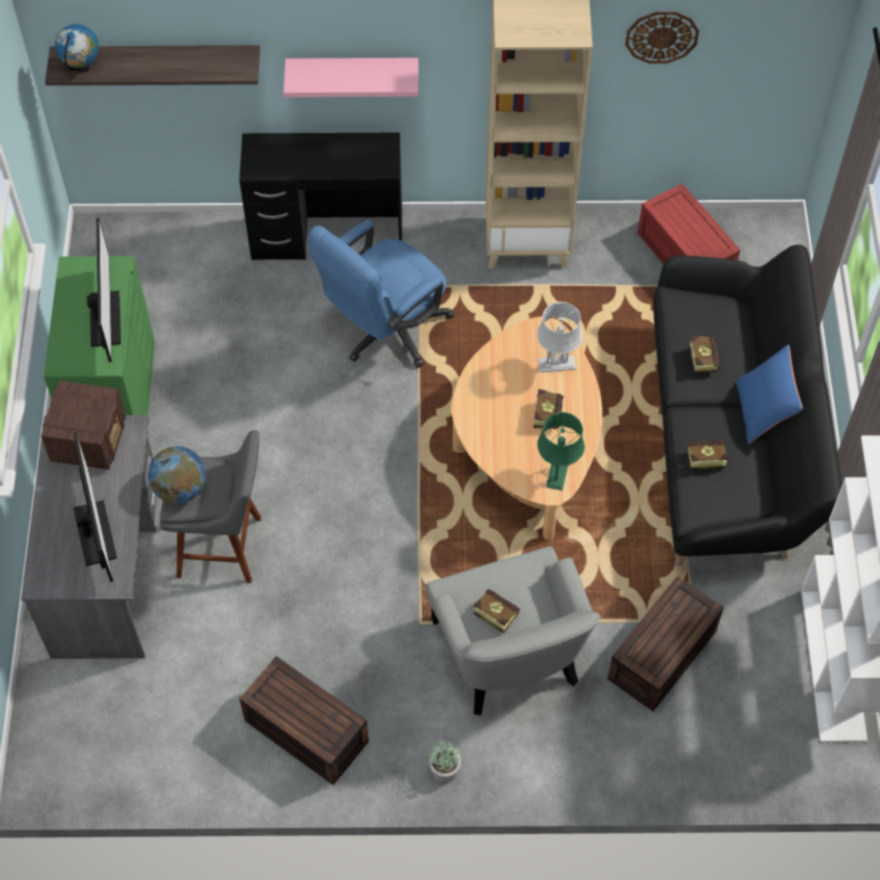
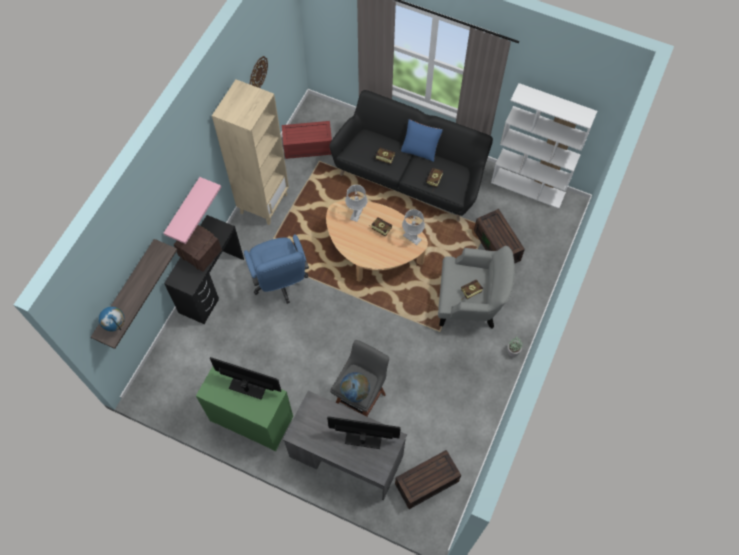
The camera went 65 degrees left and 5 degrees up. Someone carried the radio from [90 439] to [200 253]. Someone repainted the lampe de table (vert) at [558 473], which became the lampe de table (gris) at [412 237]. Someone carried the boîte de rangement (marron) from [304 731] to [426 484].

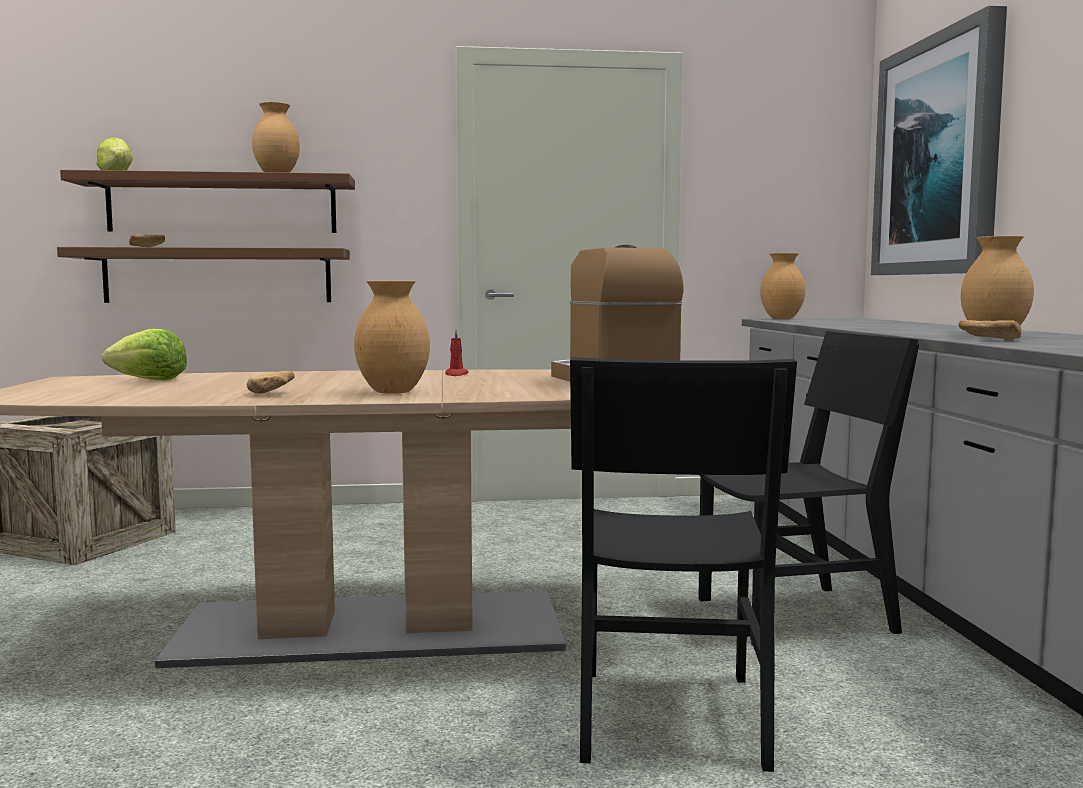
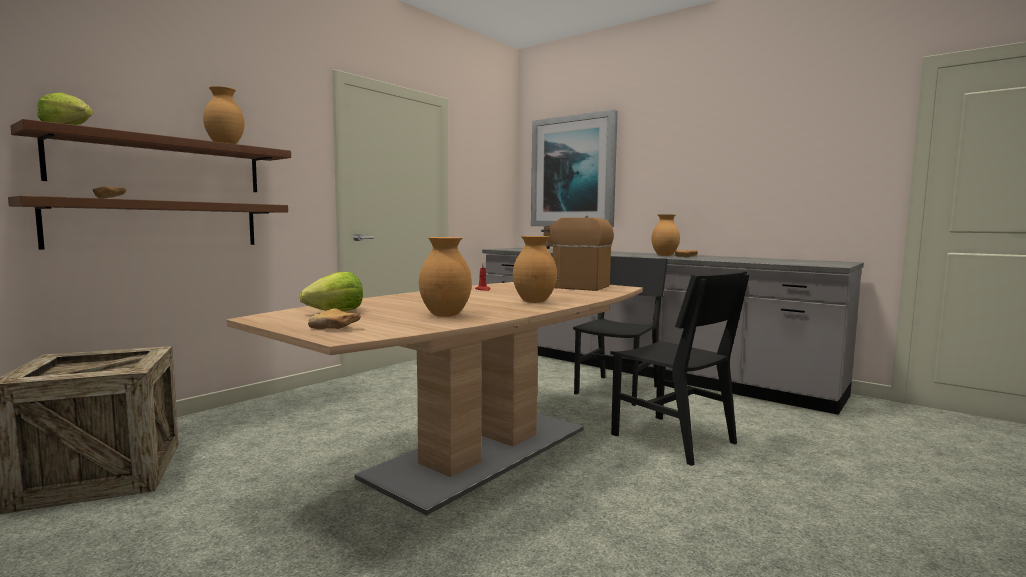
The camera went 45 degrees left and 0 degrees up. Someone carried the vase (marron) from [781 319] to [444 315]. Someone carried the pain from [271 394] to [337 328].

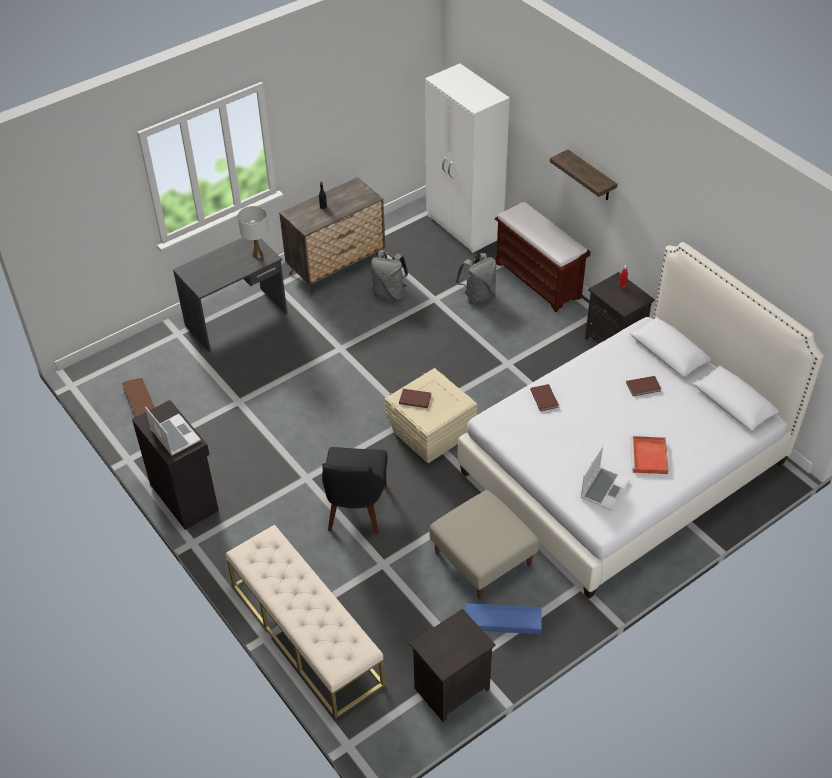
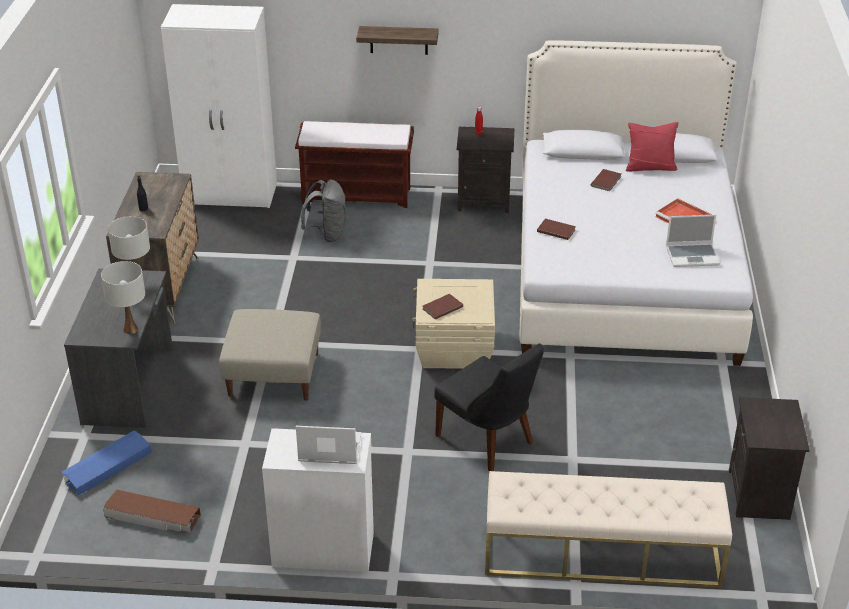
The camera went 50 degrees left and 10 degrees down. Someone took away the sac à dos (gris) at [389 293]. Someone repainted the meuble de rangement (noir) at [185 496], which became the meuble de rangement (blanc) at [322 548]. Someone rotated the ordinateur portable at [604 488] by 105 degrees clockwise. Someone carried the pouf (beige) from [483 558] to [274 374]. Someone carried the boîte de rangement (bleu) from [502 621] to [107 467]. Someone put down the coussin (rouge) at [650 167]. Someone put down the lampe de table (blanc) at [130 329].

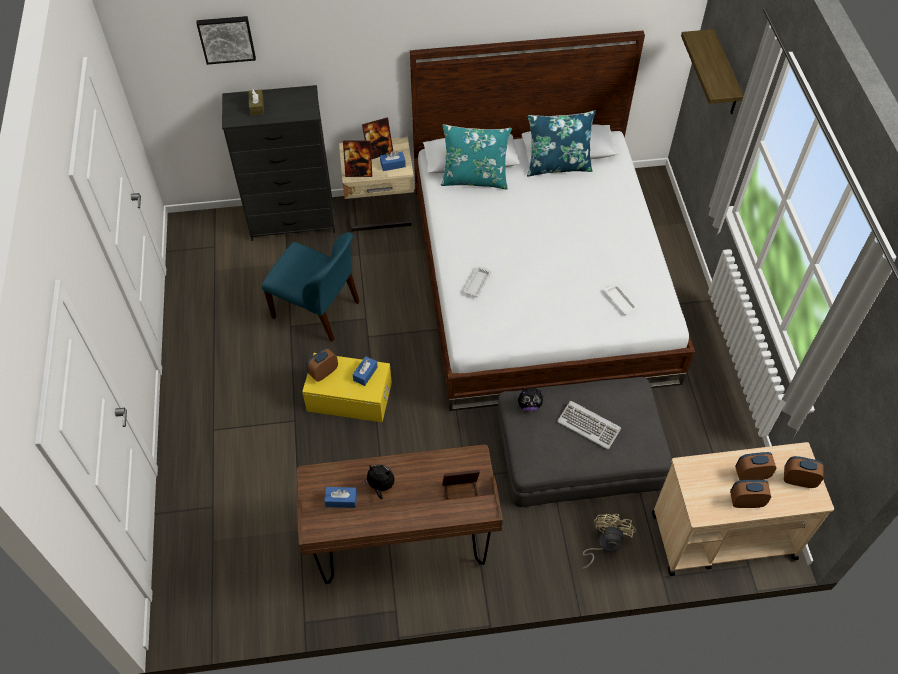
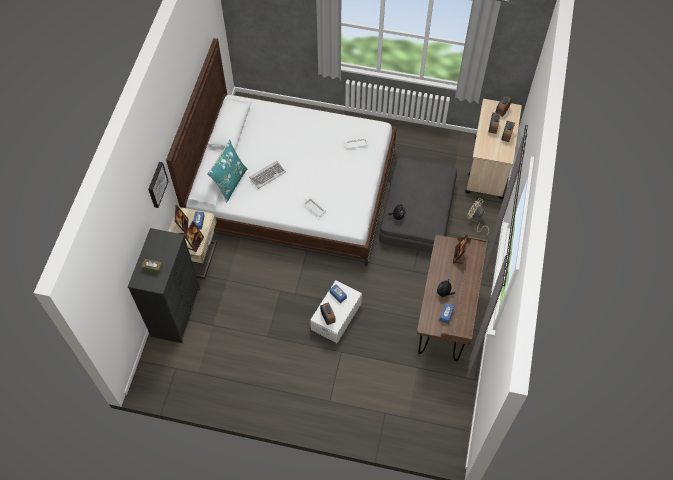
The camera went 70 degrees left and 5 degrees up. Someone carried the tableau from [226 38] to [156 184]. Someone took away the étagère at [725 75]. Someone took away the coussin (bleu) at [558 165]. Someone took away the chaise (bleu) at [318 310]. Someone repainted the boîte de rangement (jaune) at [349 396], which became the boîte de rangement (blanc) at [335 316]. Someone carried the clavier from [589 425] to [267 175].

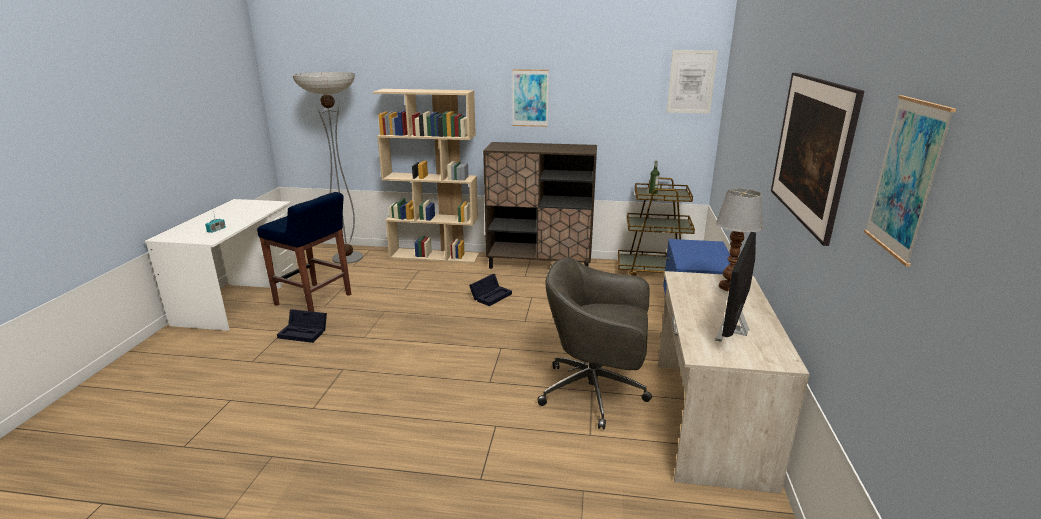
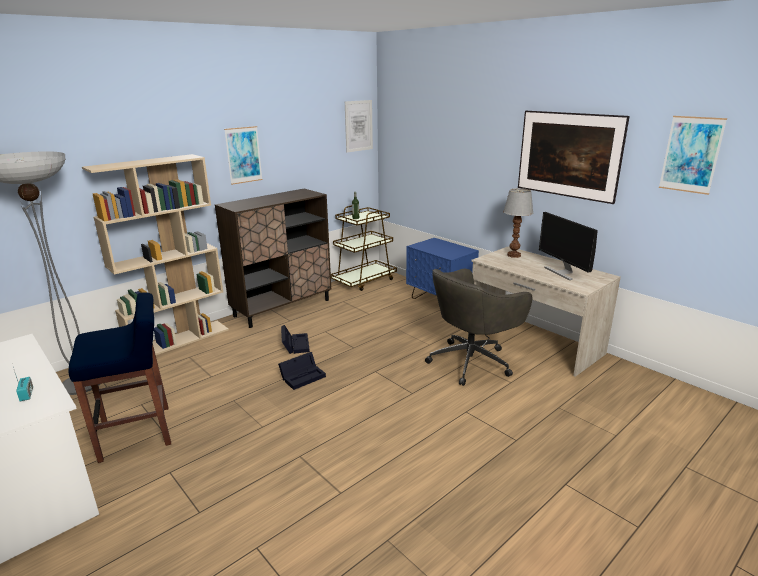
The camera went 50 degrees left and 0 degrees up. Someone carried the boîte de rangement (noir) from [305 332] to [303 376].

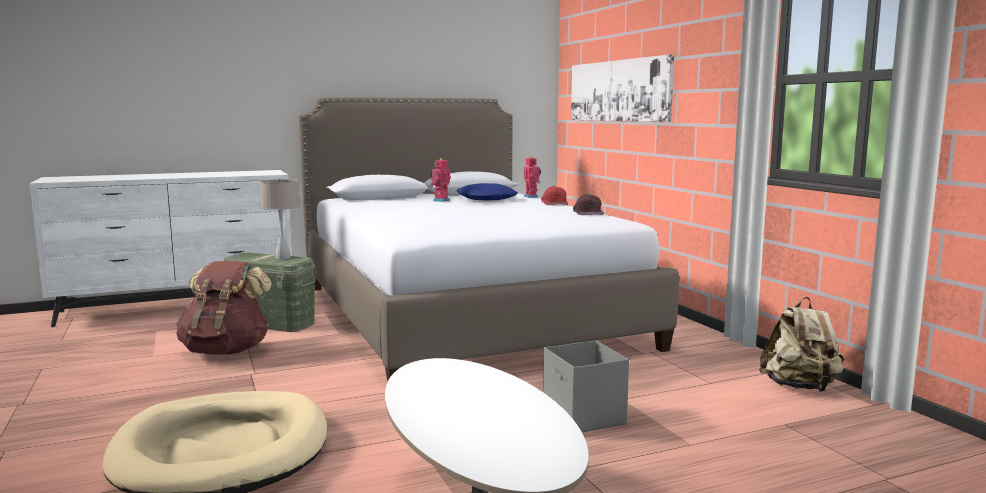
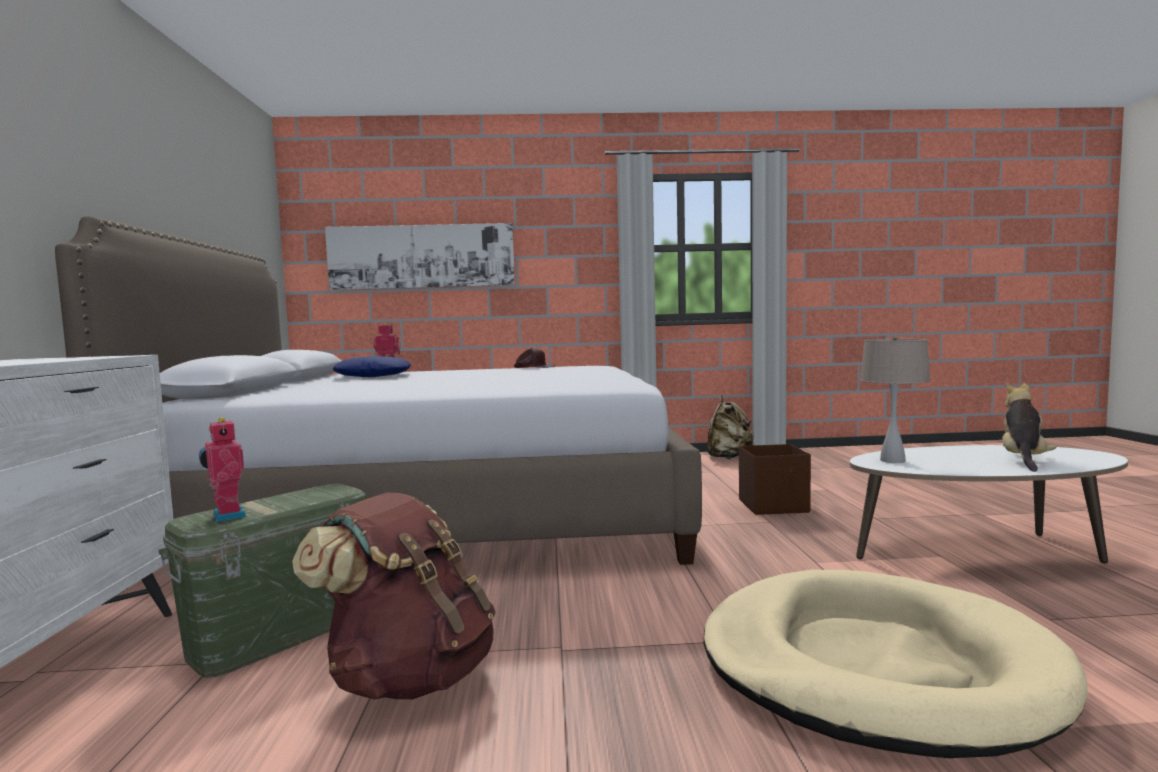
The camera went 70 degrees left and 5 degrees down. Someone carried the robot jouet from [440 200] to [226 516]. Someone carried the lampe de table (beige) from [283 257] to [893 460]. Someone took away the casquette (rouge) at [554 203]. Someone repainted the boîte de rangement (gris) at [584 417], which became the boîte de rangement (marron) at [774 506]. Someone put down the peluche at [1023 460].

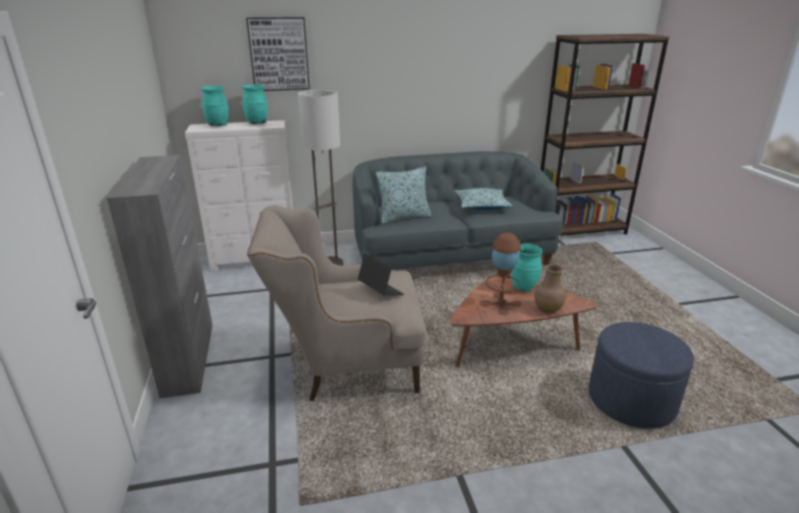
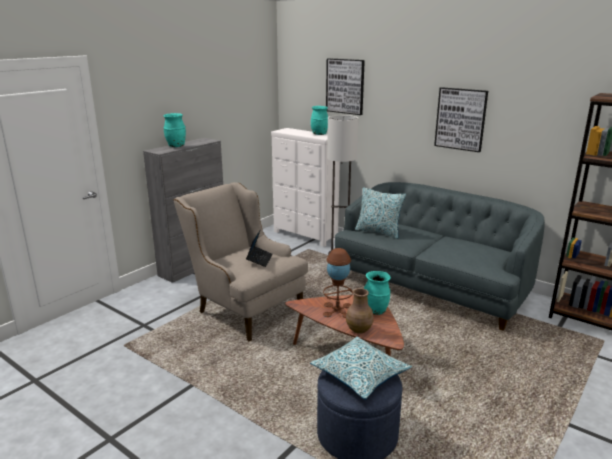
The camera went 50 degrees right and 5 degrees down. Someone carried the vase (turquoise) from [218 125] to [176 146]. Someone carried the coussin from [482 206] to [360 375]. Someone put up the tableau at [460 119].

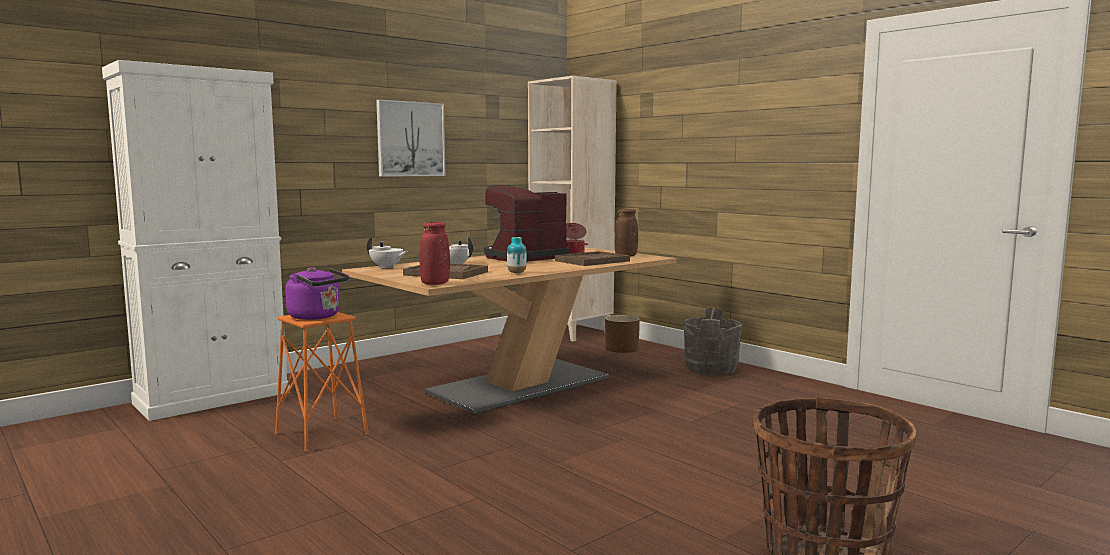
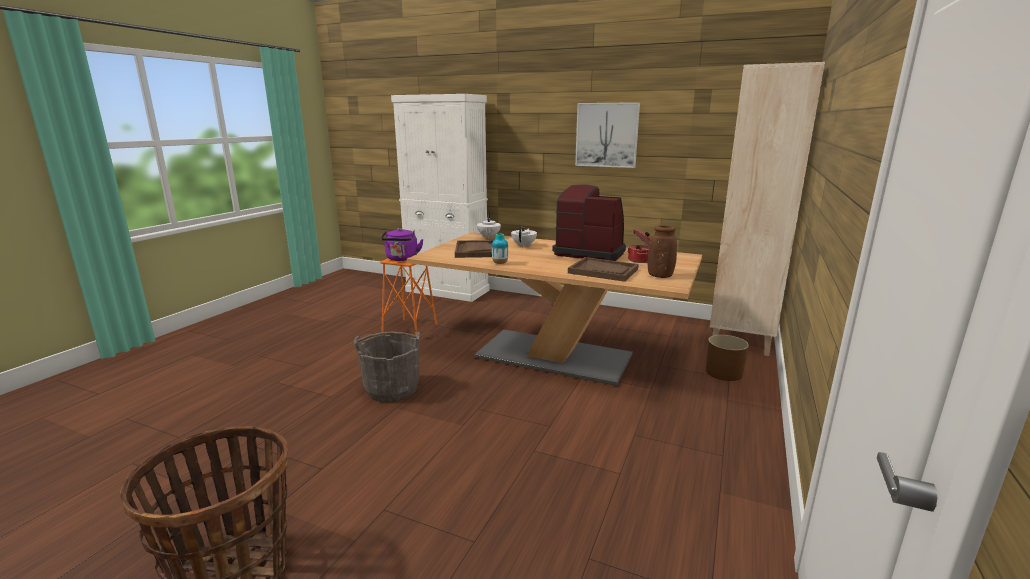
The camera went 65 degrees right and 10 degrees up. Someone took away the vase (rouge) at [435 284]. Someone carried the seau (gris) from [710 368] to [392 389].

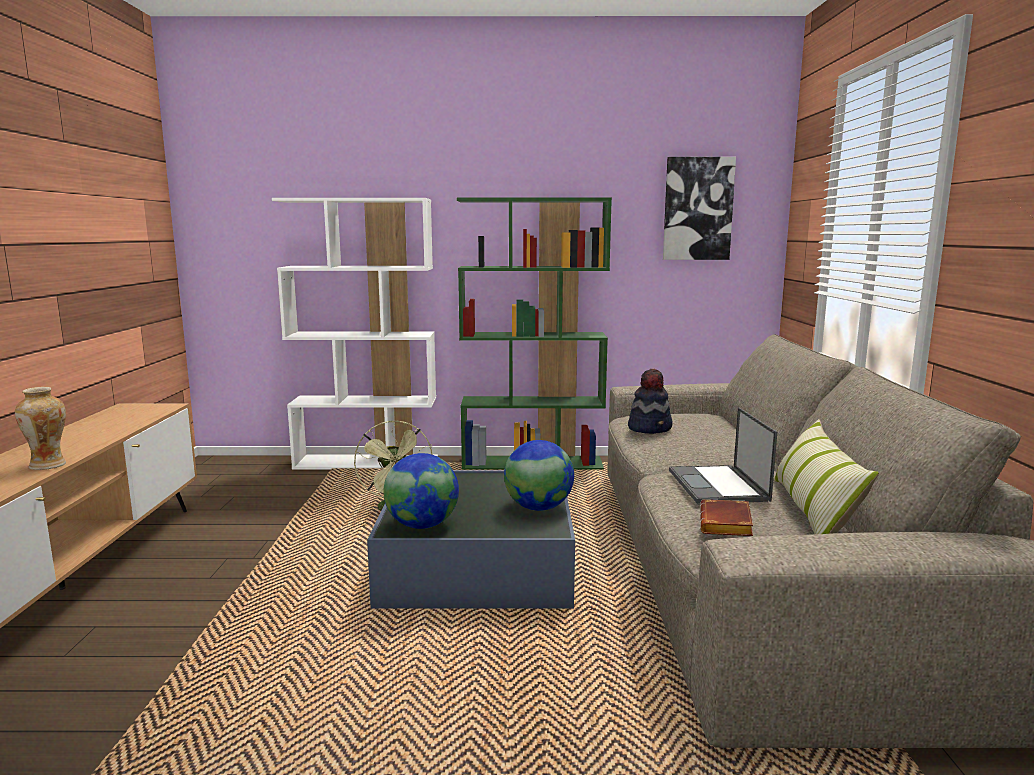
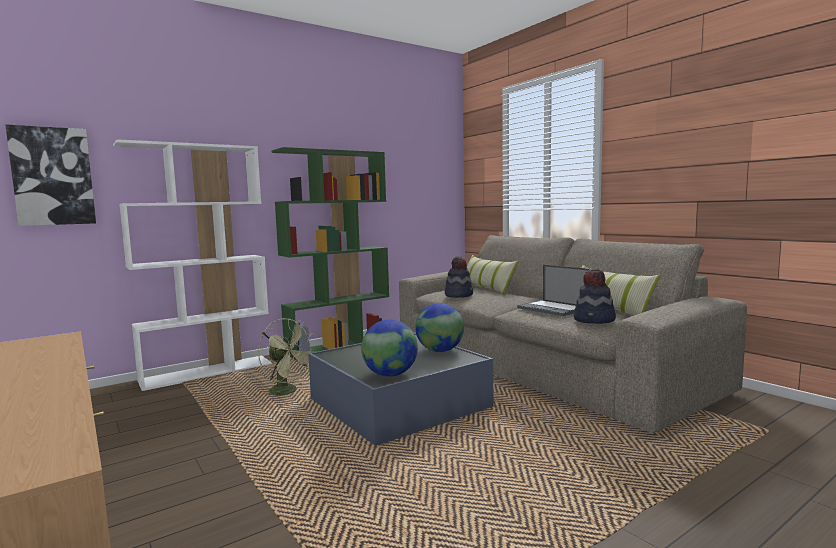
The camera went 35 degrees left and 5 degrees down. Someone carried the tableau from [697 209] to [53 176]. Someone took away the vase at [48 465]. Someone swapped the livre (marron) at [727 525] for the chapeau at [594 320]. Someone put down the coussin at [486 289].

